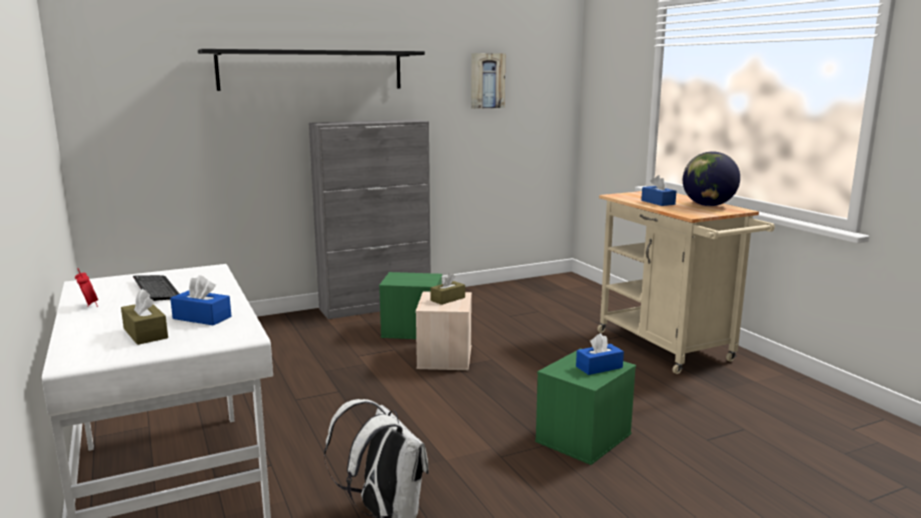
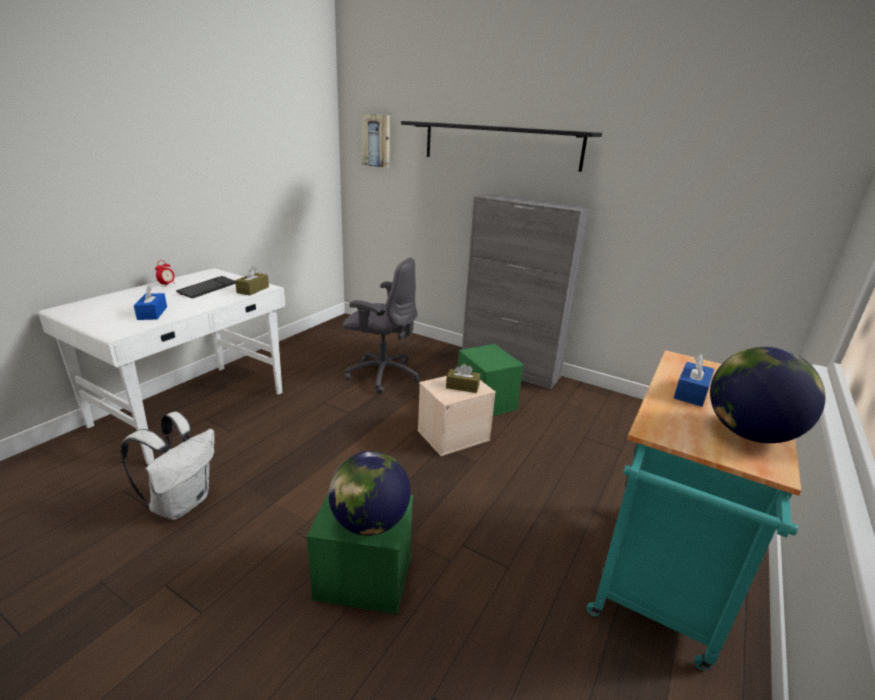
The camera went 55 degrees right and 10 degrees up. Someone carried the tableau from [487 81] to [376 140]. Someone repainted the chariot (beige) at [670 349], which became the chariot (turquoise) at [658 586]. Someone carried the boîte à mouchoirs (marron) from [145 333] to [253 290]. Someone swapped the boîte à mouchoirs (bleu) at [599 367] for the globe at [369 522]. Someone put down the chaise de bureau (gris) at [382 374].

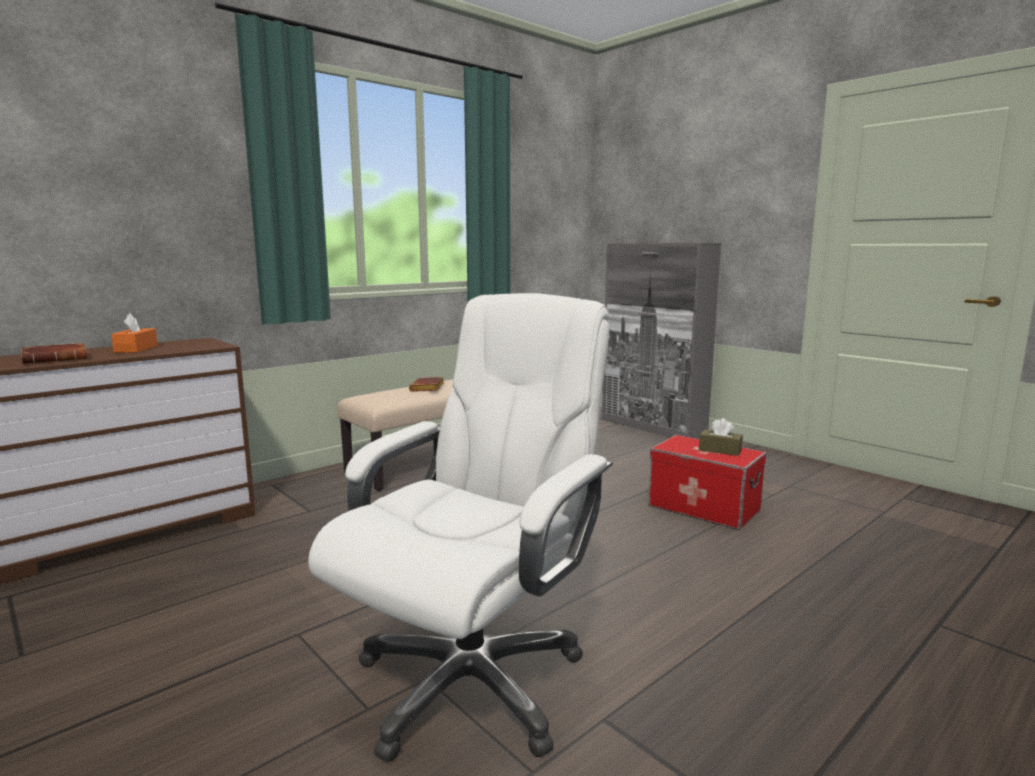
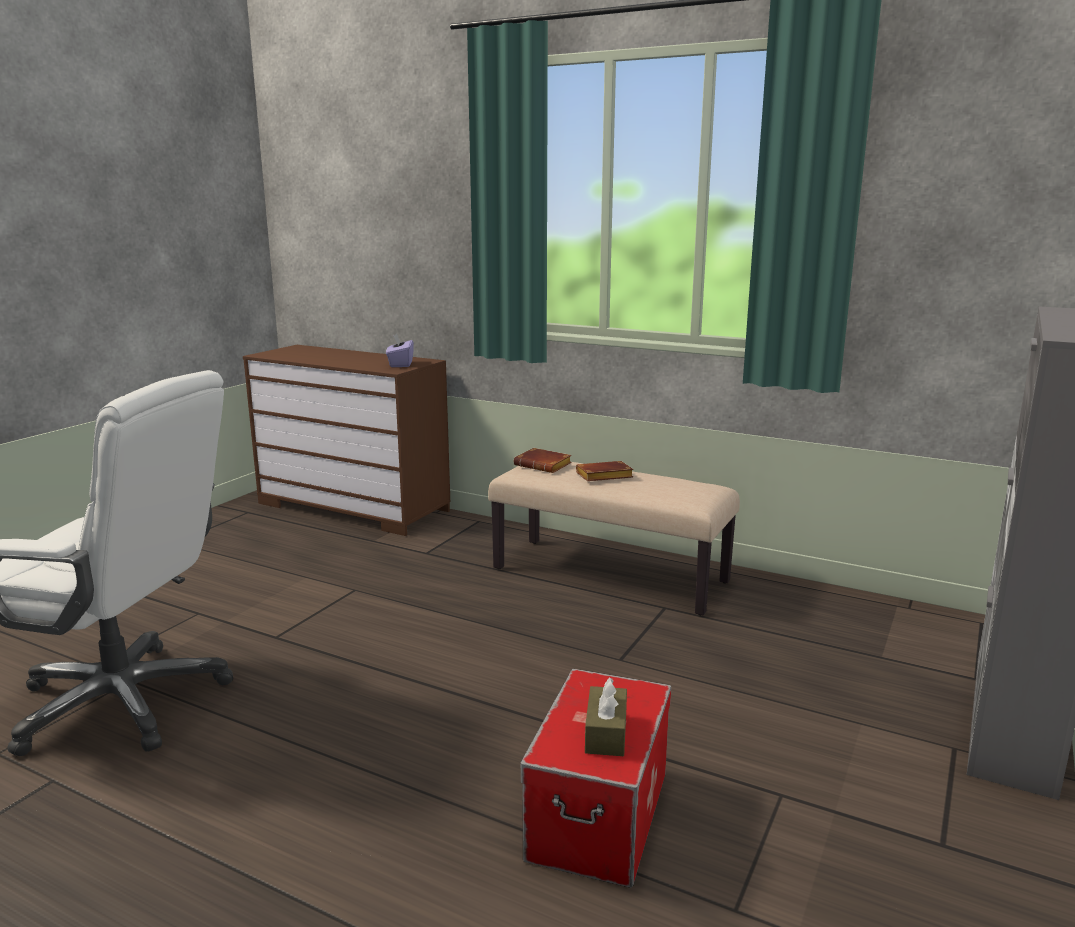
The camera went 70 degrees right and 5 degrees up. Someone took away the boîte à mouchoirs (orange) at [136 349]. Someone carried the livre (marron) from [57 359] to [544 465]. Someone put down the boîte à mouchoirs (violet) at [400 364].

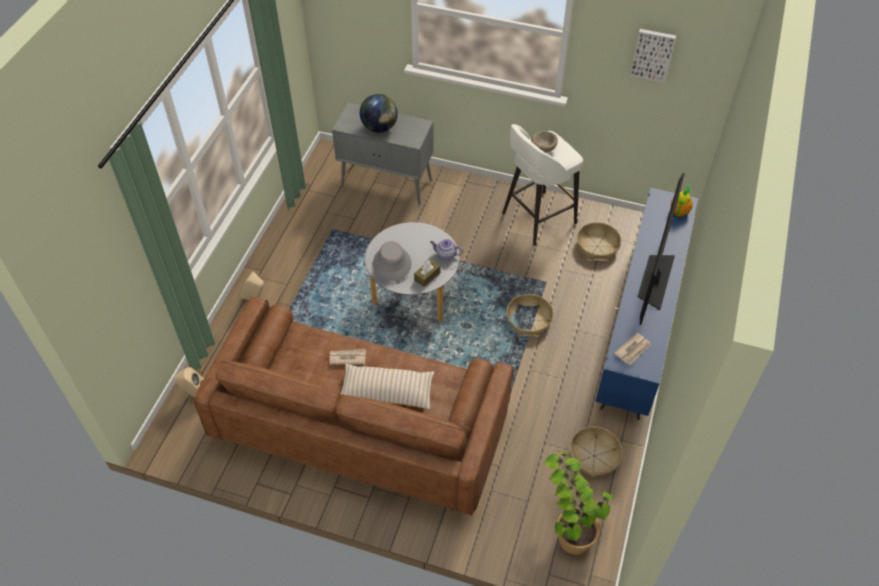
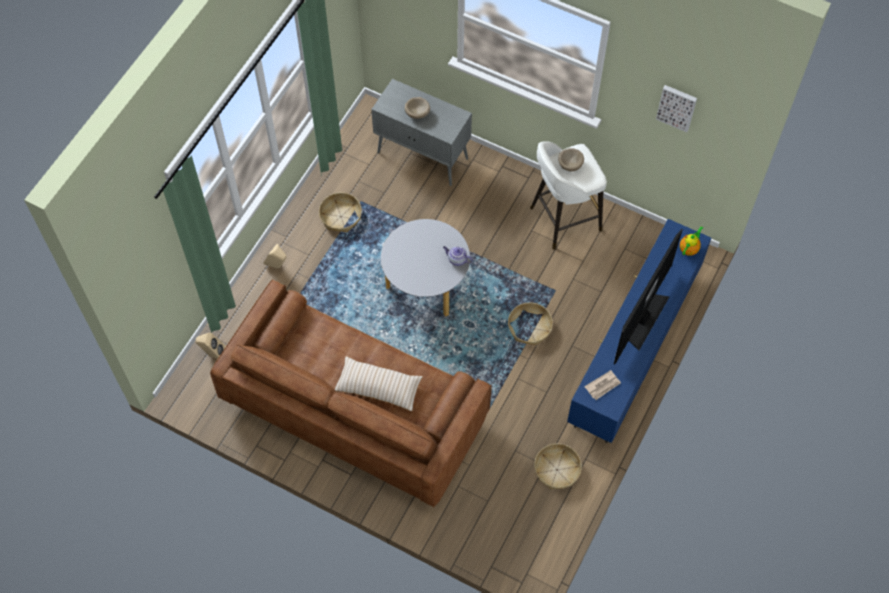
The camera went 10 degrees right and 10 degrees up. Someone swapped the globe at [379 127] for the bol (beige) at [418 113]. Someone carried the panier from [597 246] to [340 216]. Someone took away the chapeau (gris) at [392 264]. Someone took away the boîte à mouchoirs (marron) at [427 276]. Someone took away the journal at [347 357]. Someone took away the plante en pot at [569 523].

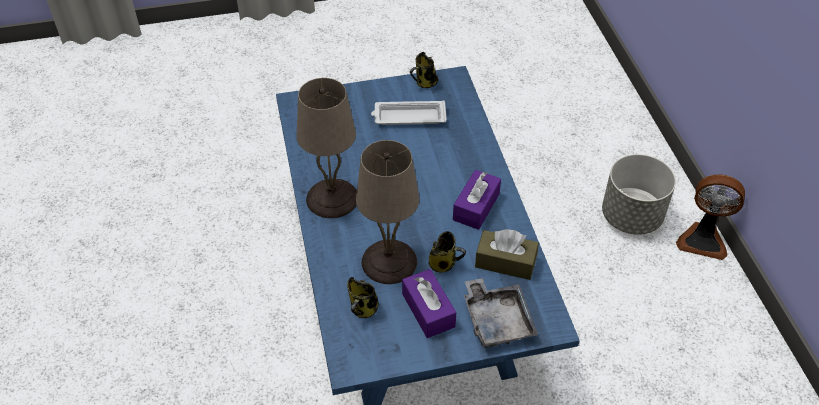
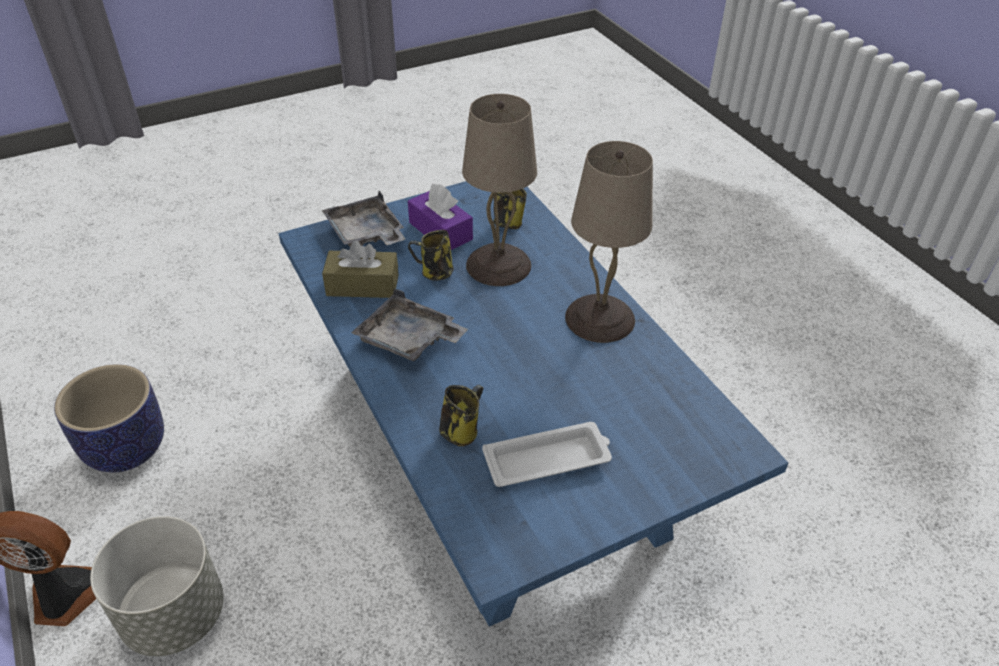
The camera went 165 degrees right and 5 degrees down. Someone carried the mug from [425 83] to [461 431]. Someone swapped the boîte à mouchoirs (violet) at [476 207] for the plateau (gris) at [409 340]. Someone put down the cache-pot at [126 449].

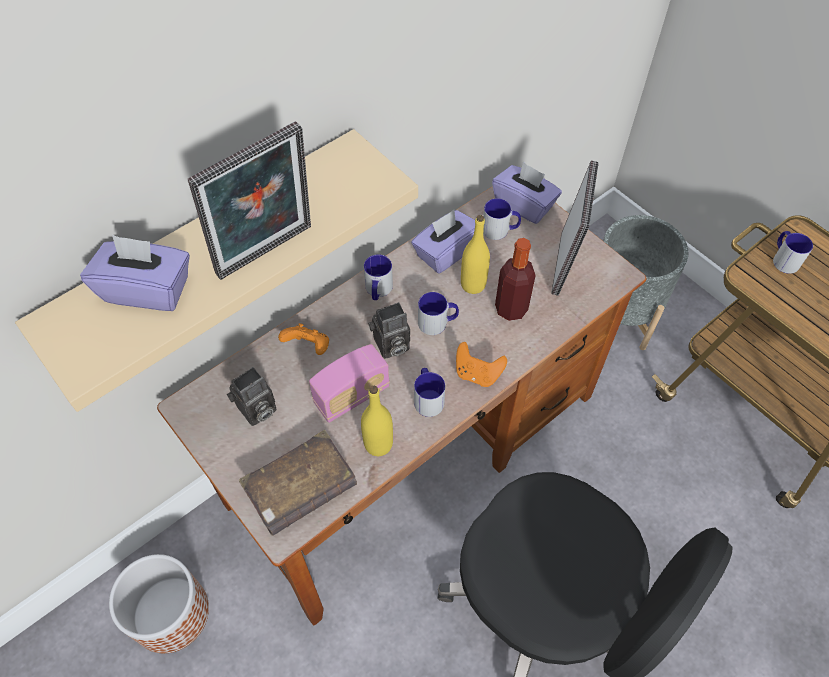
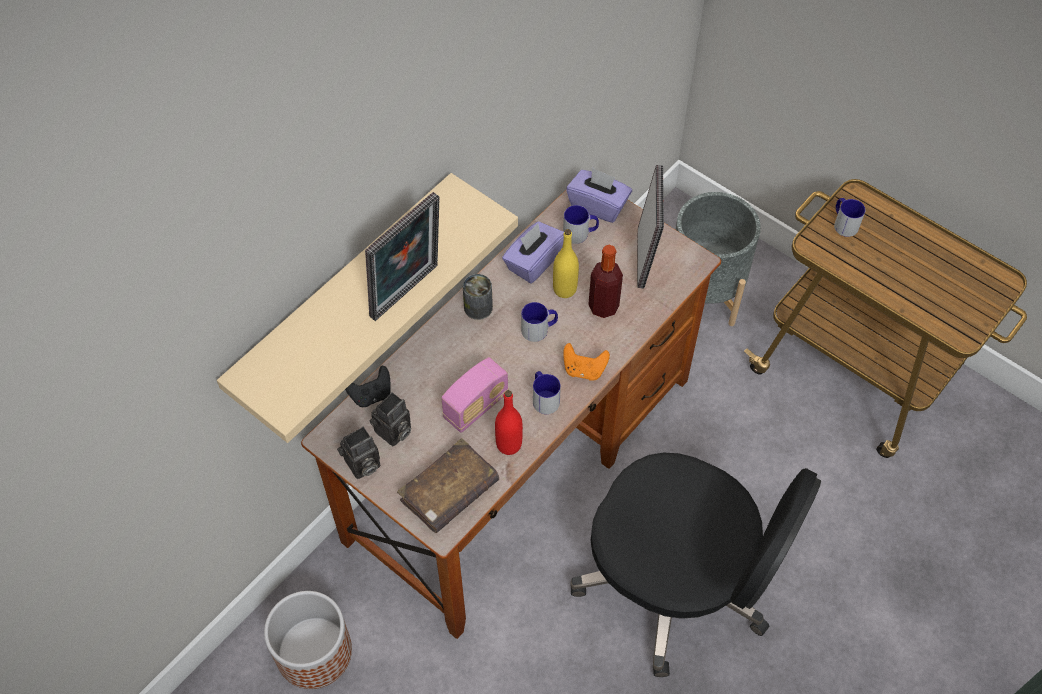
The camera went 10 degrees left and 0 degrees up. Someone took away the boîte à mouchoirs (violet) at [148 289]. Someone swapped the mug at [378 290] for the boîte métallique at [478 307]. Someone carried the appareil photo from [390 346] to [362 466]. Someone took away the manette (orange) at [308 347]. Someone repainted the bouteille (jaune) at [378 444], which became the bouteille (rouge) at [509 444]. Someone put down the manette (noir) at [371 395].

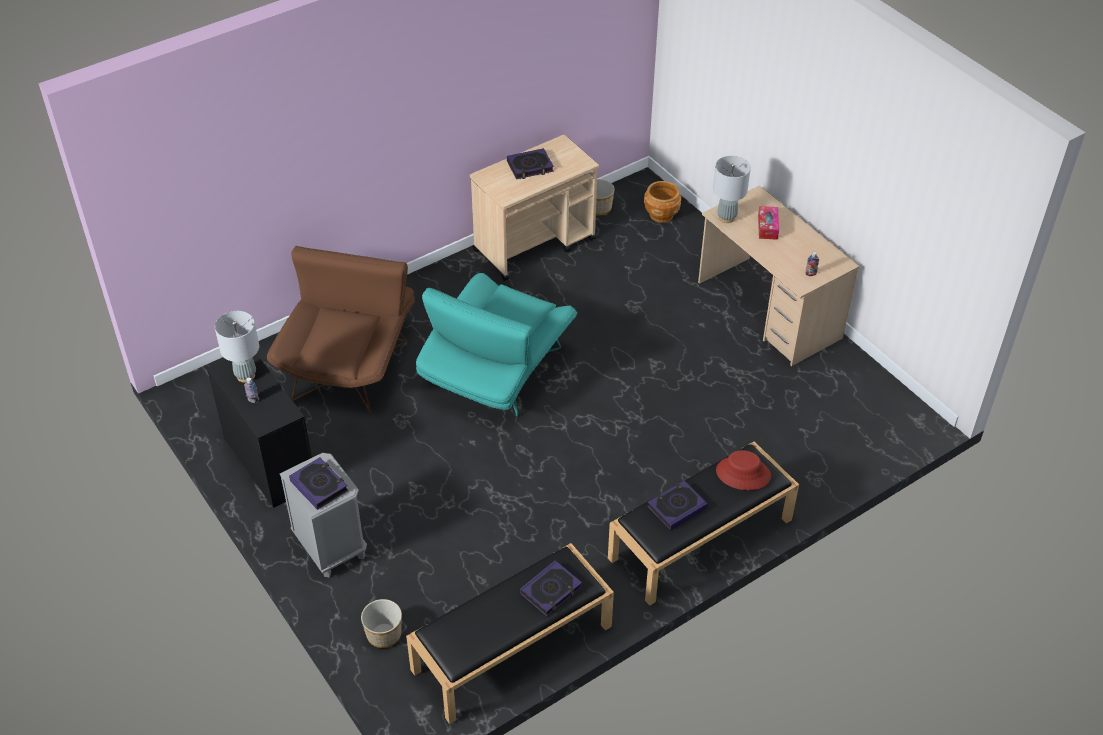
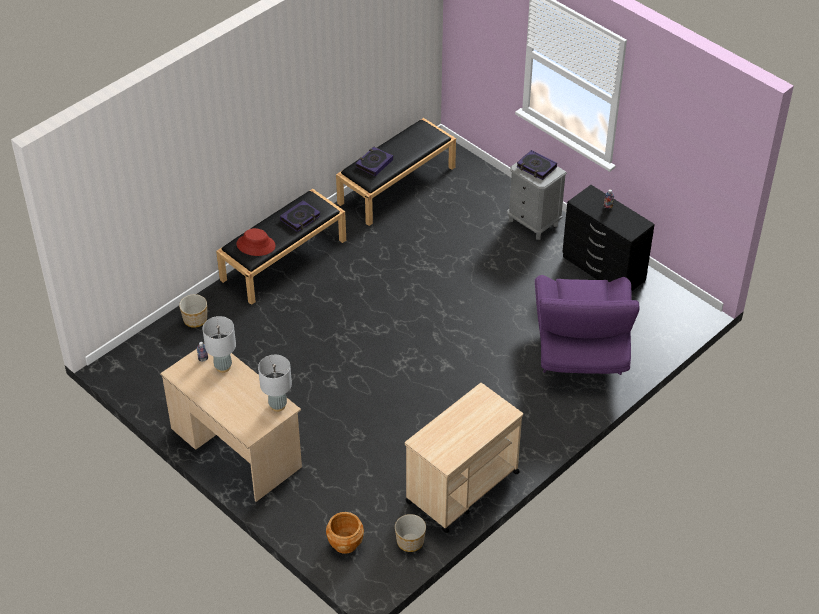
The camera went 170 degrees right and 0 degrees up. Someone took away the livre at [530 167]. Someone took away the boîte à mouchoirs at [767 227]. Someone repainted the fauteuil (marron) at [350 362], which became the fauteuil (violet) at [580 349]. Someone took away the fauteuil (turquoise) at [496 374]. Someone carried the lampe de table (gris) from [245 375] to [223 367]. Someone carried the cache-pot from [384 635] to [195 319].

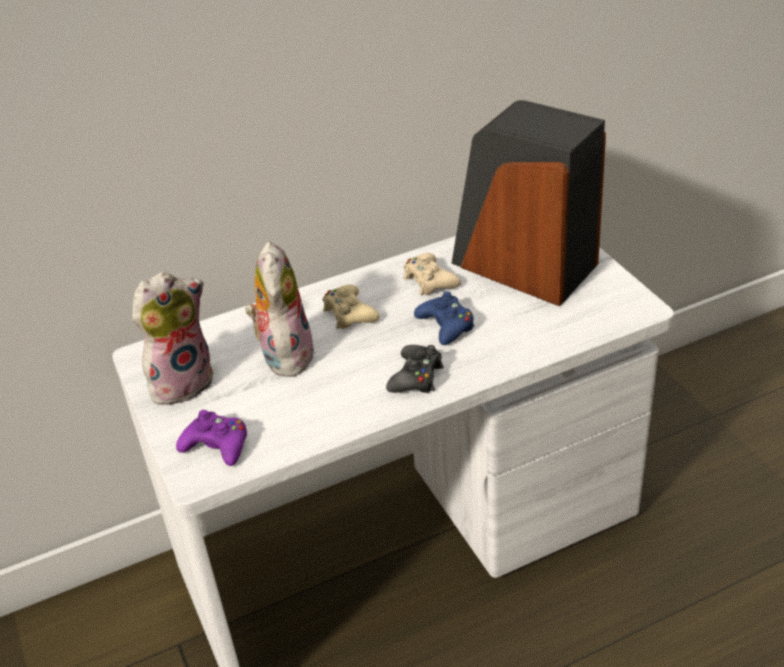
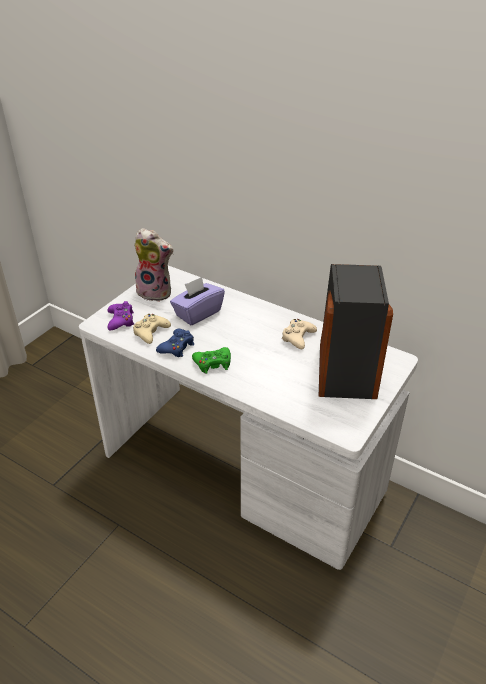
The camera went 55 degrees right and 0 degrees up. Someone swapped the peluche at [284 354] for the boîte à mouchoirs (violet) at [198 313]. Someone carried the manette (beige) from [349 314] to [151 332]. Someone carried the manette (bleu) from [446 326] to [177 347]. Someone repainted the manette (noir) at [416 377], which became the manette (vert) at [213 363].

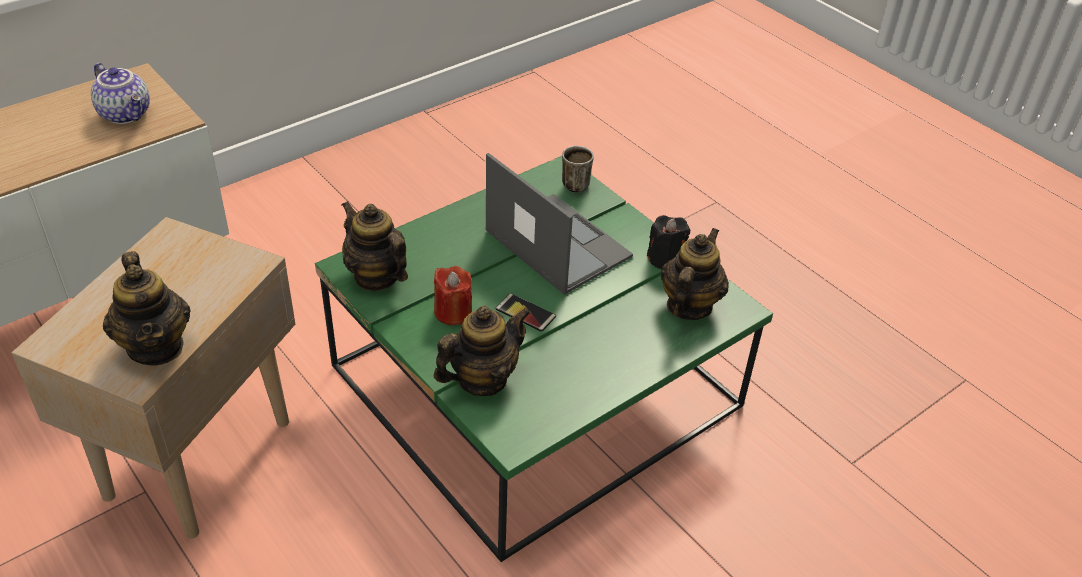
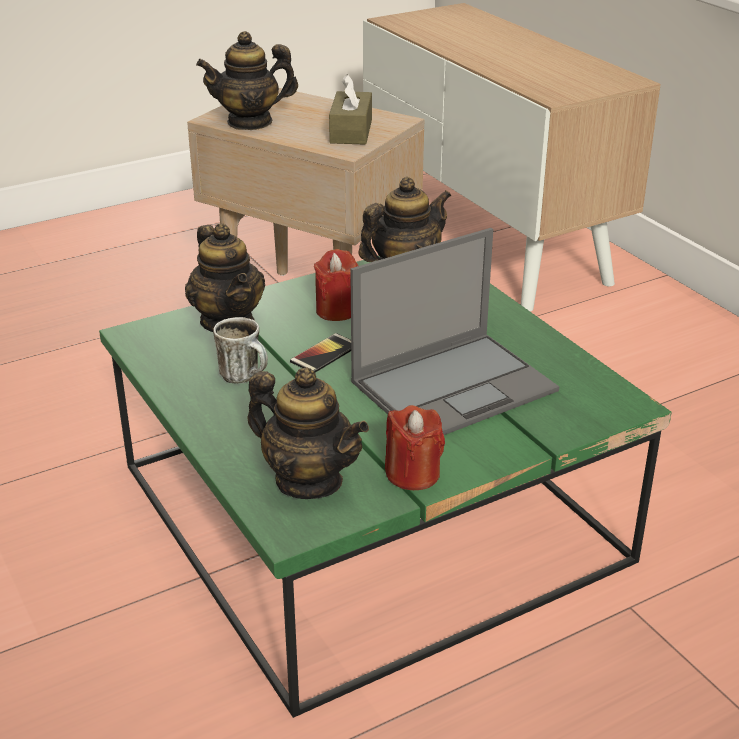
The camera went 100 degrees right and 10 degrees down. Someone took away the théière at [126 114]. Someone carried the mug from [576 183] to [246 377]. Someone repainted the bougie (noir) at [665 259], which became the bougie (rouge) at [412 474]. Someone put down the boîte à mouchoirs (marron) at [351 131].

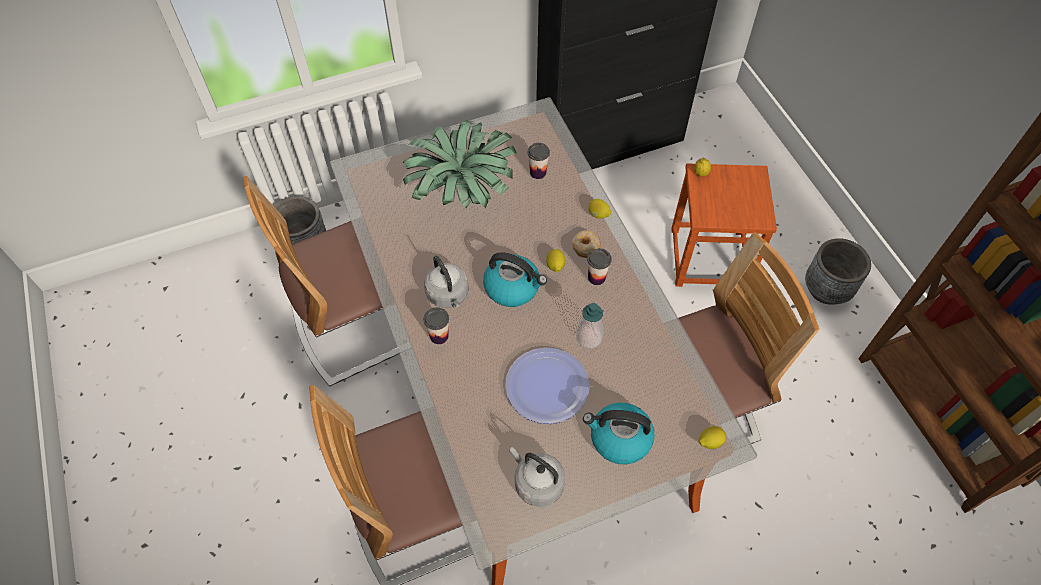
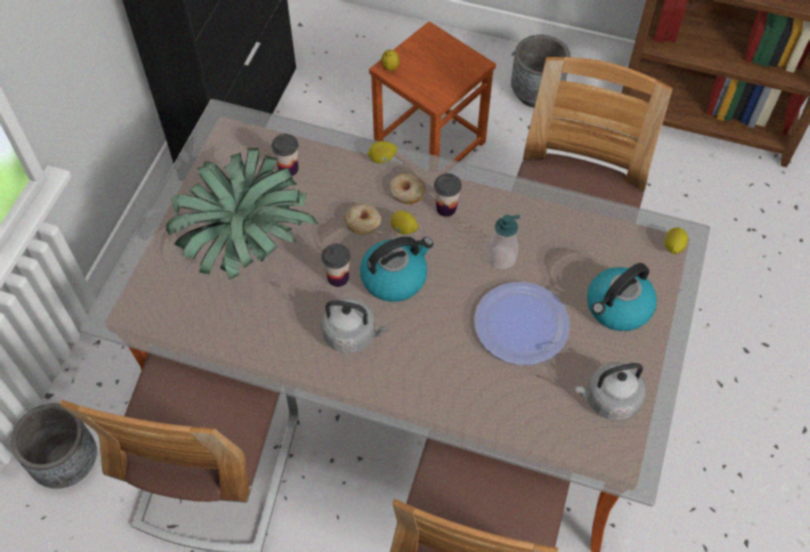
The camera went 50 degrees left and 0 degrees up. Someone carried the tasse from [439 336] to [338 278]. Someone put down the beignet at [363 222].

